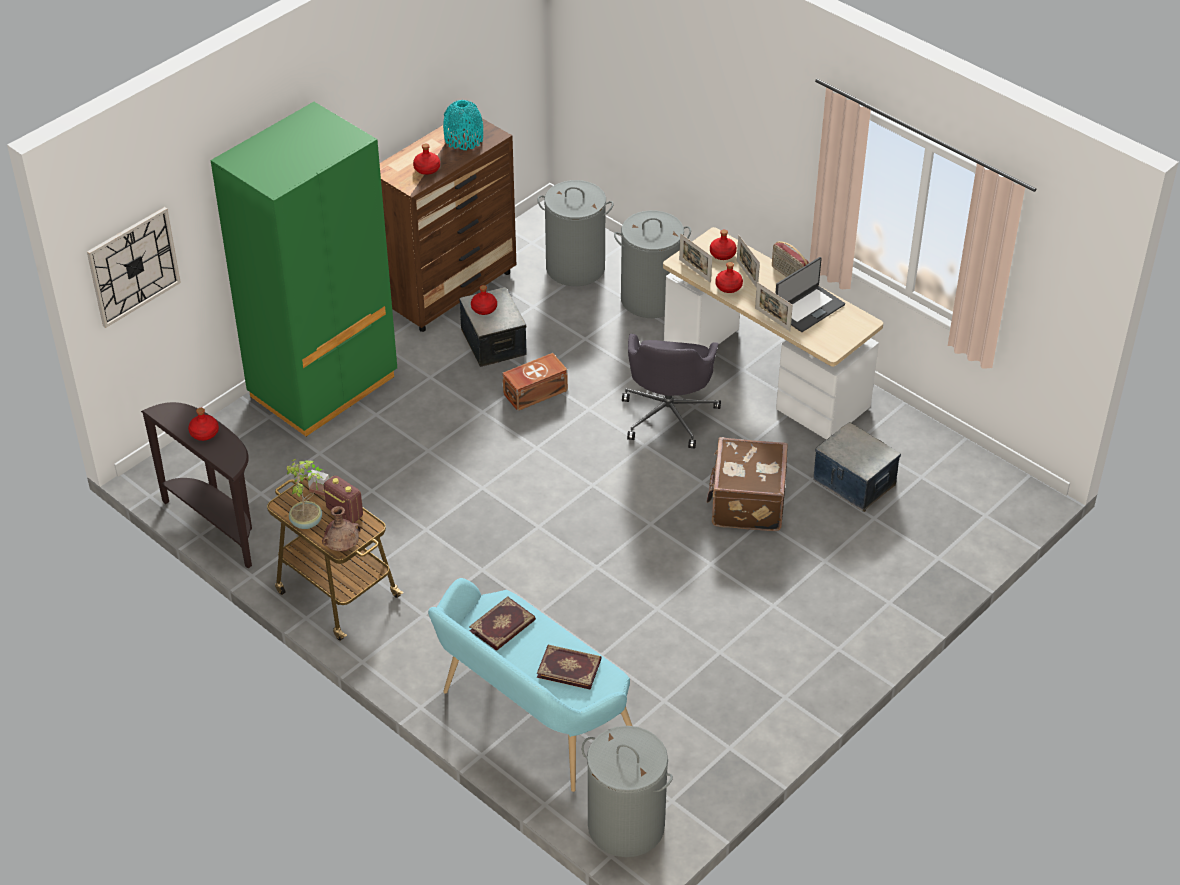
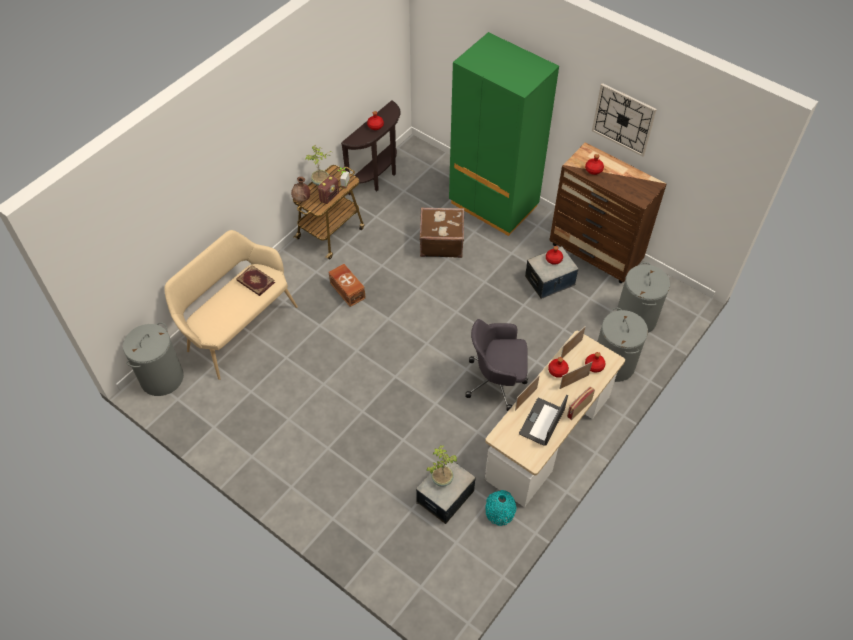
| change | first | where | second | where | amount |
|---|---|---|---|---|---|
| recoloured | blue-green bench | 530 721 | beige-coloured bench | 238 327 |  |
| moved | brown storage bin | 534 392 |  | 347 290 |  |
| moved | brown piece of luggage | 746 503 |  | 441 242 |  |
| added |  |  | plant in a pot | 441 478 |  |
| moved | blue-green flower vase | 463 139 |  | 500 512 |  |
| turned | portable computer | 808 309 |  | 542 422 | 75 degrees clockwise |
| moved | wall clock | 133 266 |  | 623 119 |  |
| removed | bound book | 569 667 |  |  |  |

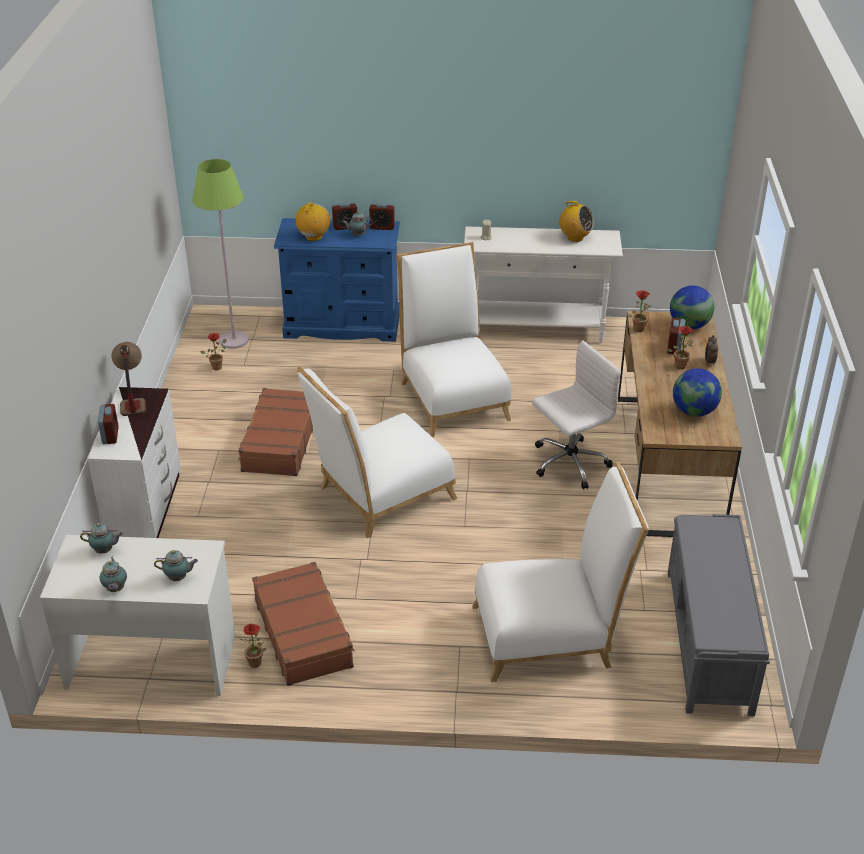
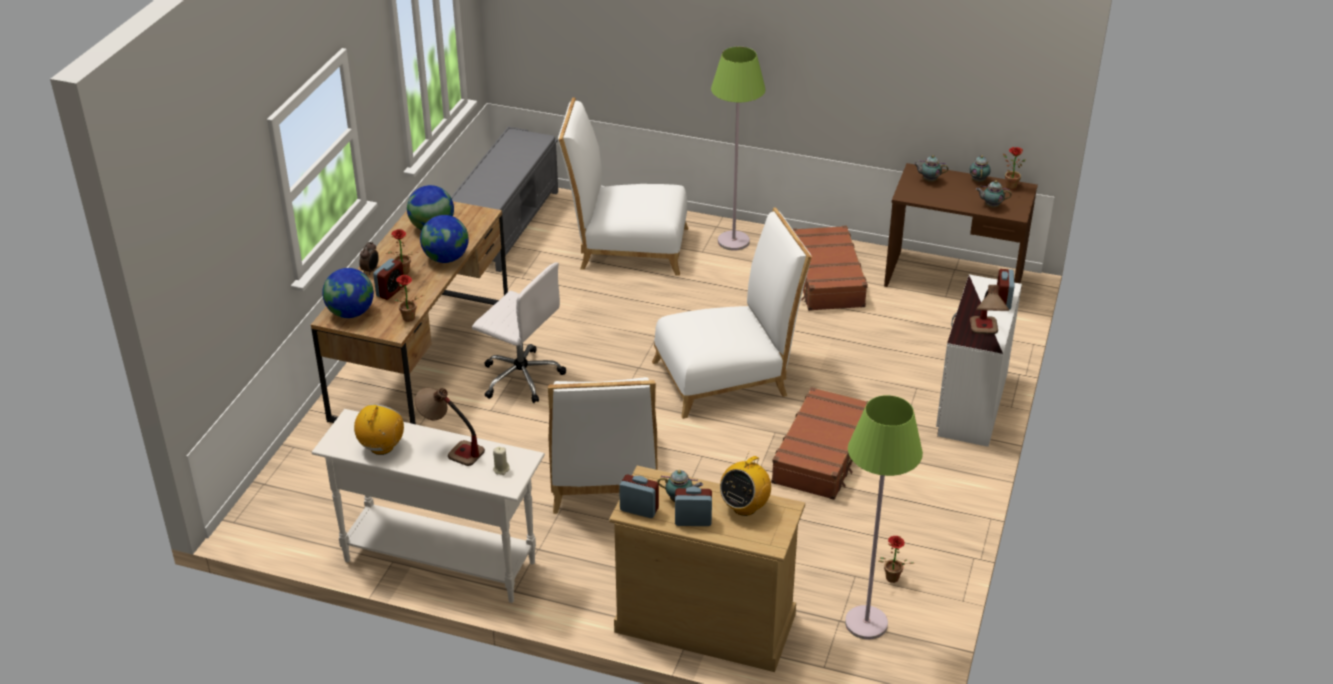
| change | first | where | second | where | amount |
|---|---|---|---|---|---|
| turned | radio | 575 237 |  | 381 447 | 60 degrees clockwise |
| added |  |  | table lamp | 451 449 |  |
| added |  |  | globe | 446 258 |  |
| turned | white-coloured office chair | 568 463 |  | 520 377 | 135 degrees counterclockwise |
| recoloured | blue-coloured drawer chest | 342 325 | beige-coloured drawer chest | 705 622 |  |
| added |  |  | greenish floor lamp | 733 241 |  |
| recoloured | white-coloured desk table | 152 660 | brown desk table | 953 280 |  |
| moved | plant in a pot | 257 664 |  | 1009 186 |  |

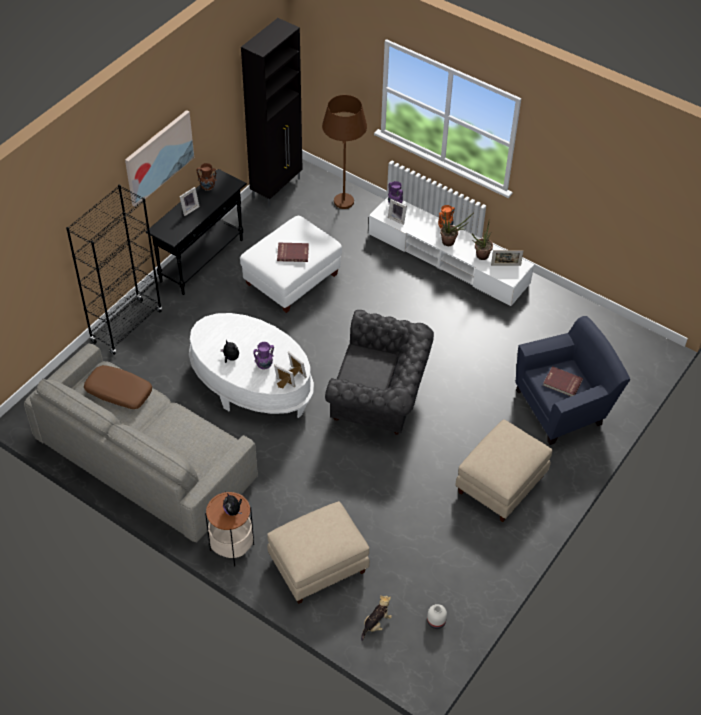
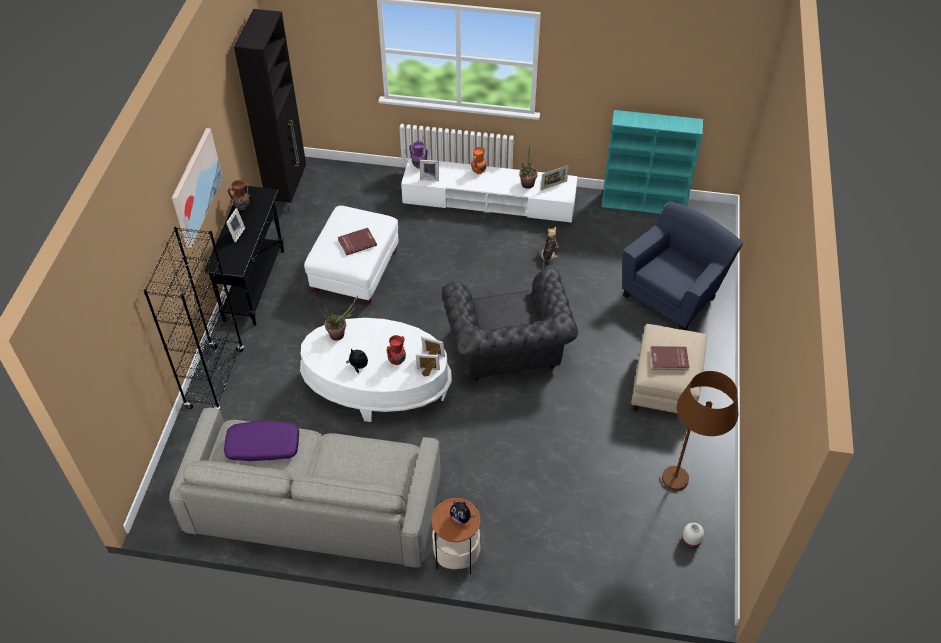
| change | first | where | second | where | amount |
|---|---|---|---|---|---|
| recoloured | brown pillow | 118 392 | purple pillow | 263 446 |  |
| moved | plant in a pot | 451 242 |  | 340 334 |  |
| recoloured | purple flower vase | 264 366 | reddish flower vase | 397 361 |  |
| turned | grey armchair | 379 398 |  | 507 351 | 90 degrees clockwise |
| moved | cuddly toy | 376 624 |  | 549 256 |  |
| added |  |  | blue-green bookcase | 644 204 |  |
| moved | reddish bound book | 562 383 |  | 669 359 |  |
| moved | brown floor lamp | 343 209 |  | 683 490 |  |
| removed | beige-coloured footrest | 318 566 |  |  |  |

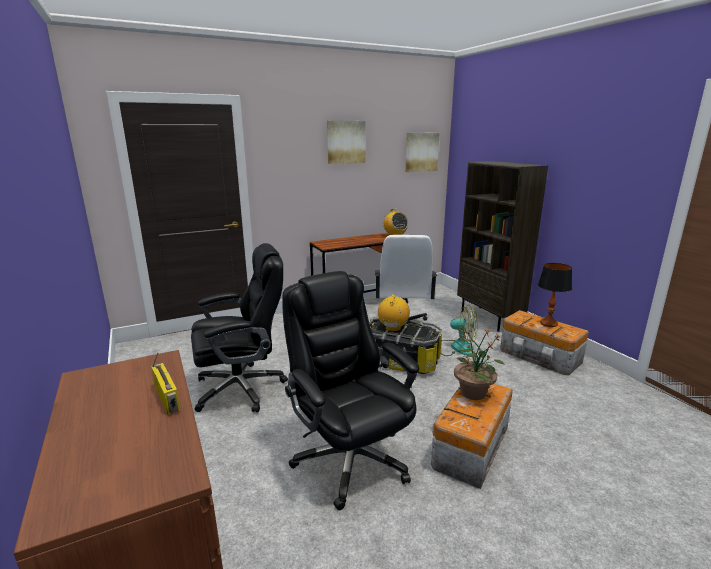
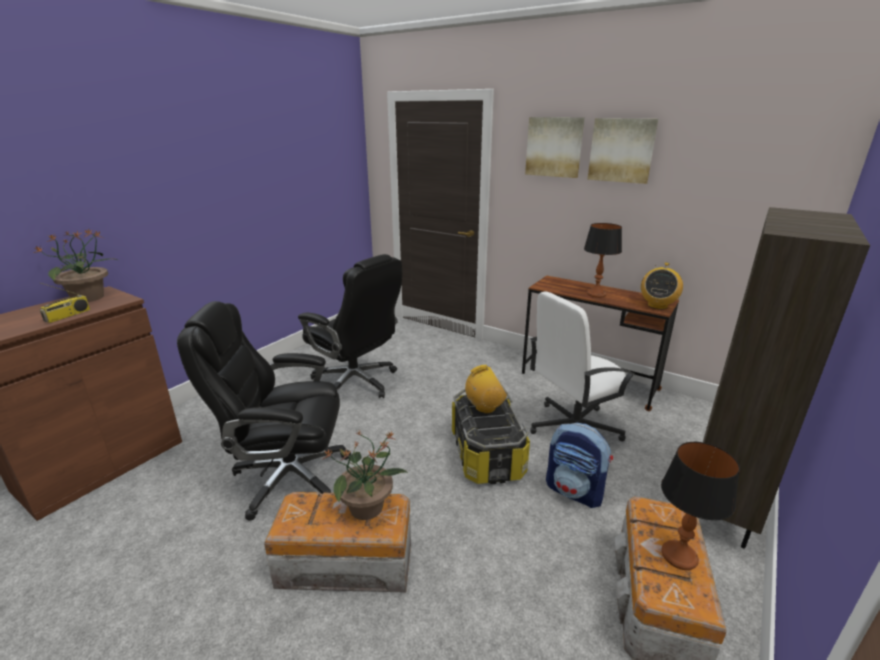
| change | first | where | second | where | amount |
|---|---|---|---|---|---|
| added |  |  | plant in a pot | 89 298 |  |
| turned | black-coloured office chair | 350 458 |  | 288 477 | 120 degrees counterclockwise |
| moved | picture | 421 152 |  | 554 147 |  |
| replaced | fan | 456 347 | backpack | 575 491 |  |
| added |  |  | table lamp | 596 294 |  |

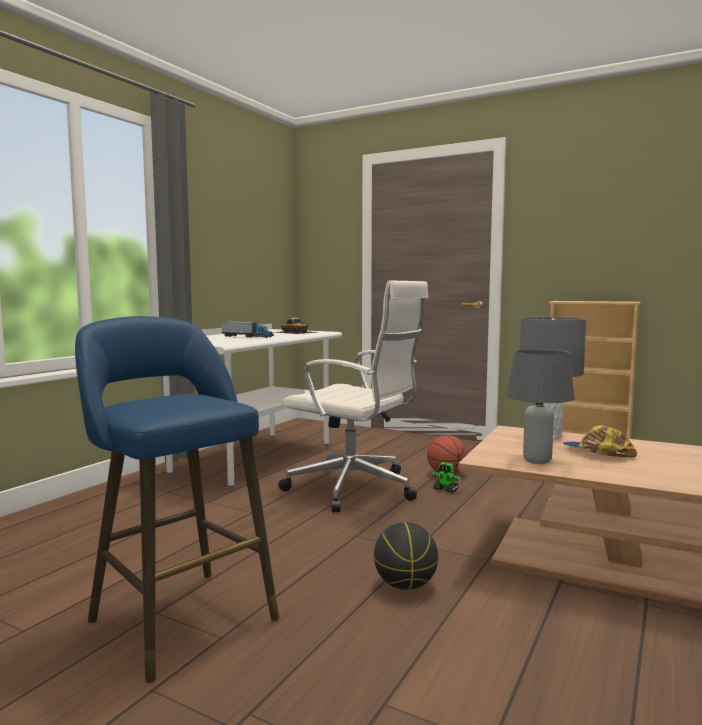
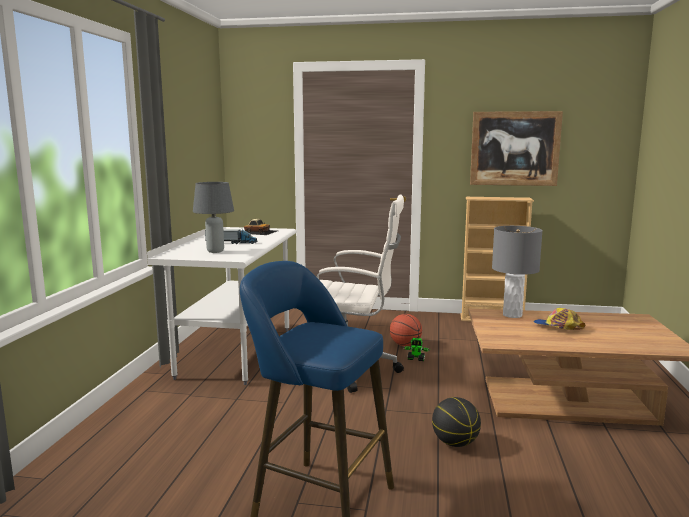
| change | first | where | second | where | amount |
|---|---|---|---|---|---|
| moved | grey table lamp | 537 461 |  | 215 251 |  |
| added |  |  | picture | 514 148 |  |

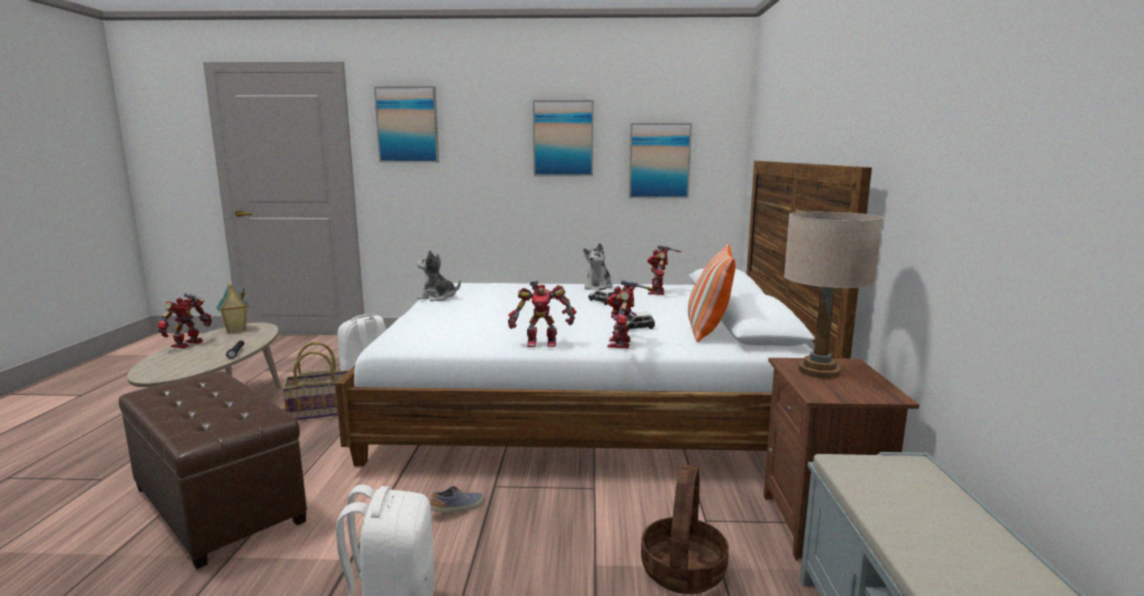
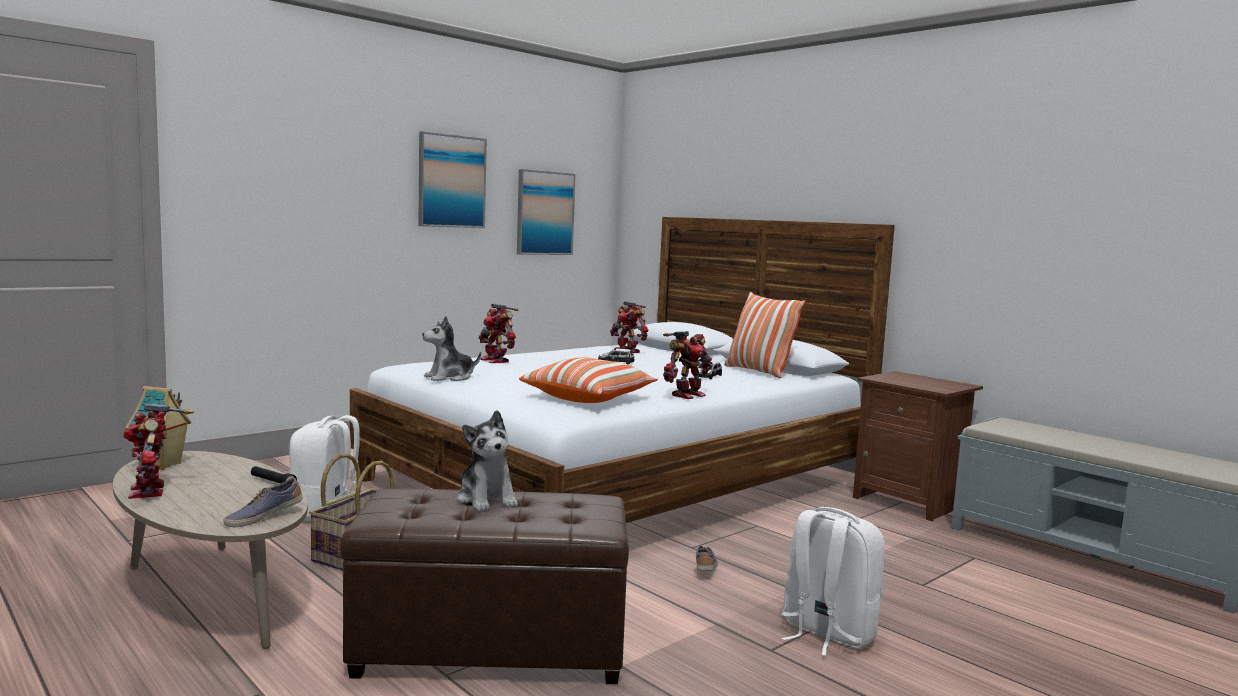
| change | first | where | second | where | amount |
|---|---|---|---|---|---|
| added |  |  | item of footwear | 263 517 |  |
| moved | cuddly toy | 598 287 |  | 487 499 |  |
| moved | robot figure | 622 343 |  | 496 360 |  |
| added |  |  | pillow | 589 398 |  |
| removed | picture | 407 125 |  |  |  |
| removed | household basket | 683 571 |  |  |  |
| removed | beige-coloured table lamp | 818 371 |  |  |  |

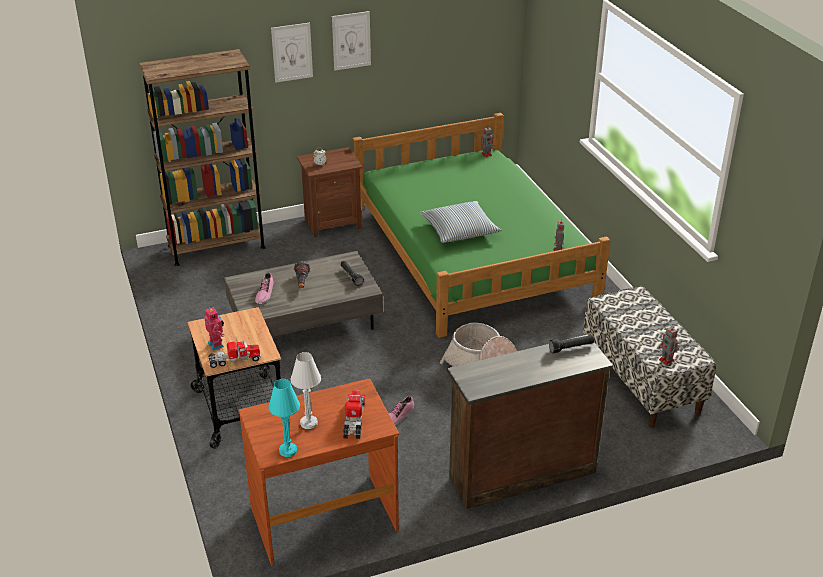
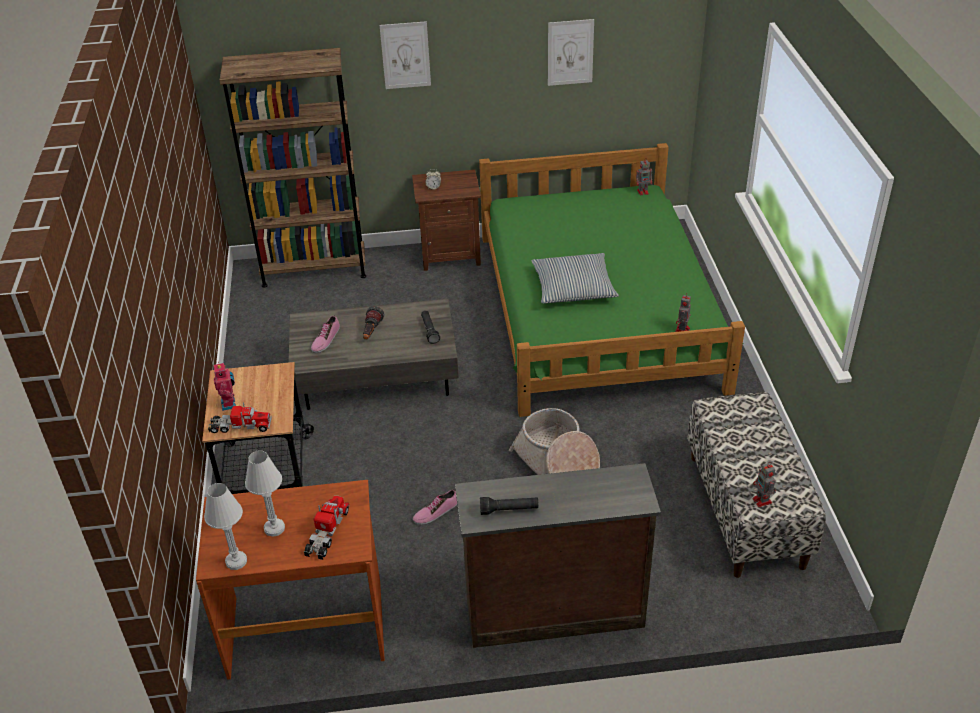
| change | first | where | second | where | amount |
|---|---|---|---|---|---|
| recoloured | blue-green table lamp | 288 450 | white-coloured table lamp | 236 561 |  |
| moved | black-coloured hand torch | 571 348 |  | 509 510 |  |
| moved | picture | 351 40 |  | 570 52 |  |

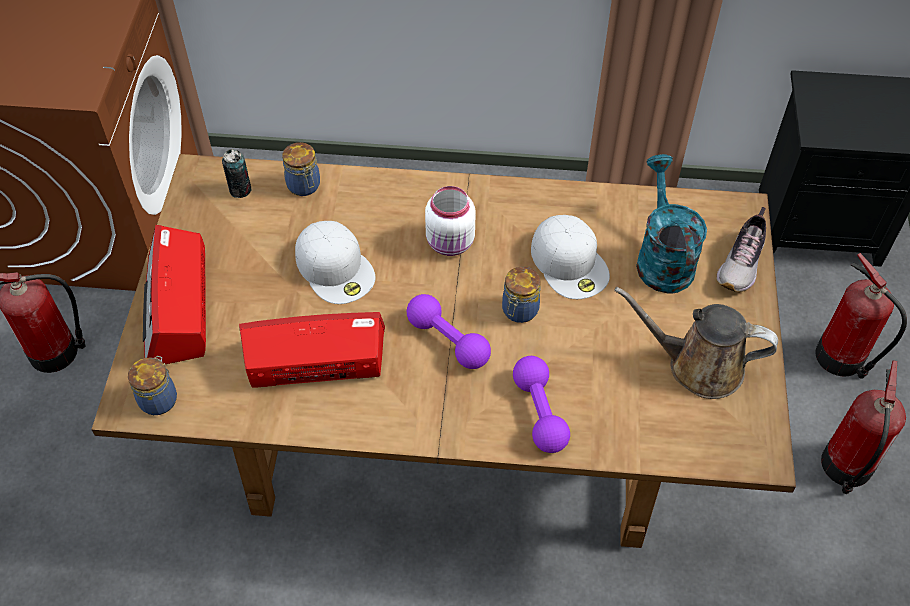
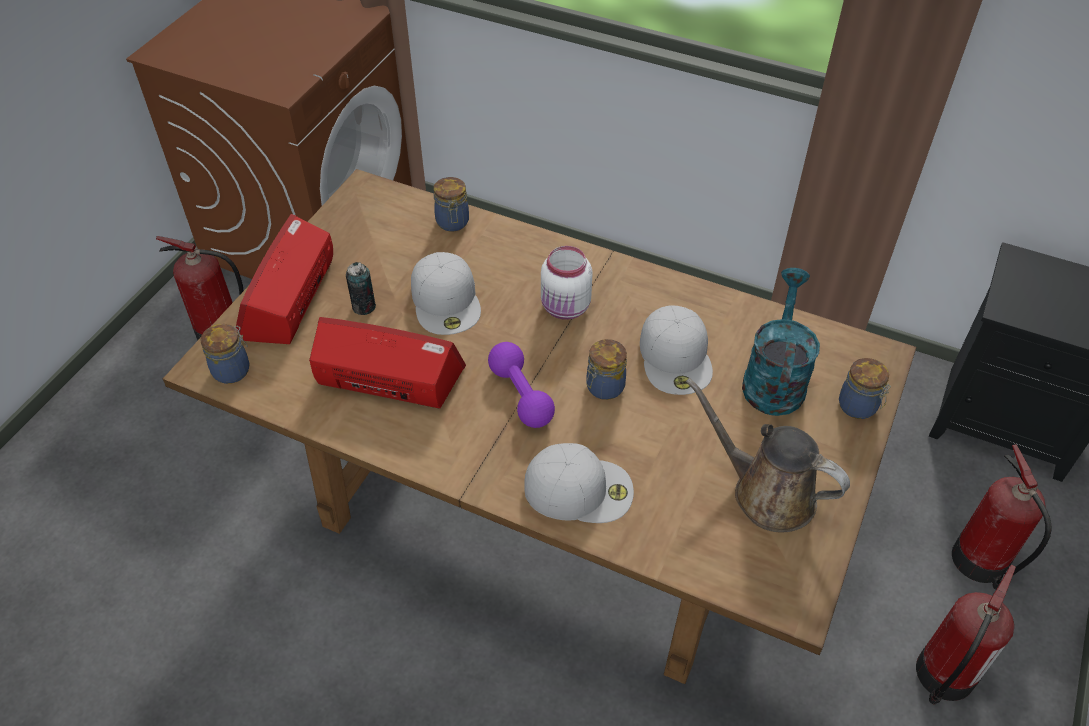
| change | first | where | second | where | amount |
|---|---|---|---|---|---|
| moved | sealed can | 240 190 |  | 364 307 |  |
| replaced | purple free weight | 539 412 | white-coloured baseball cap | 579 488 |  |
| replaced | item of footwear | 742 263 | jar | 859 407 |  |

